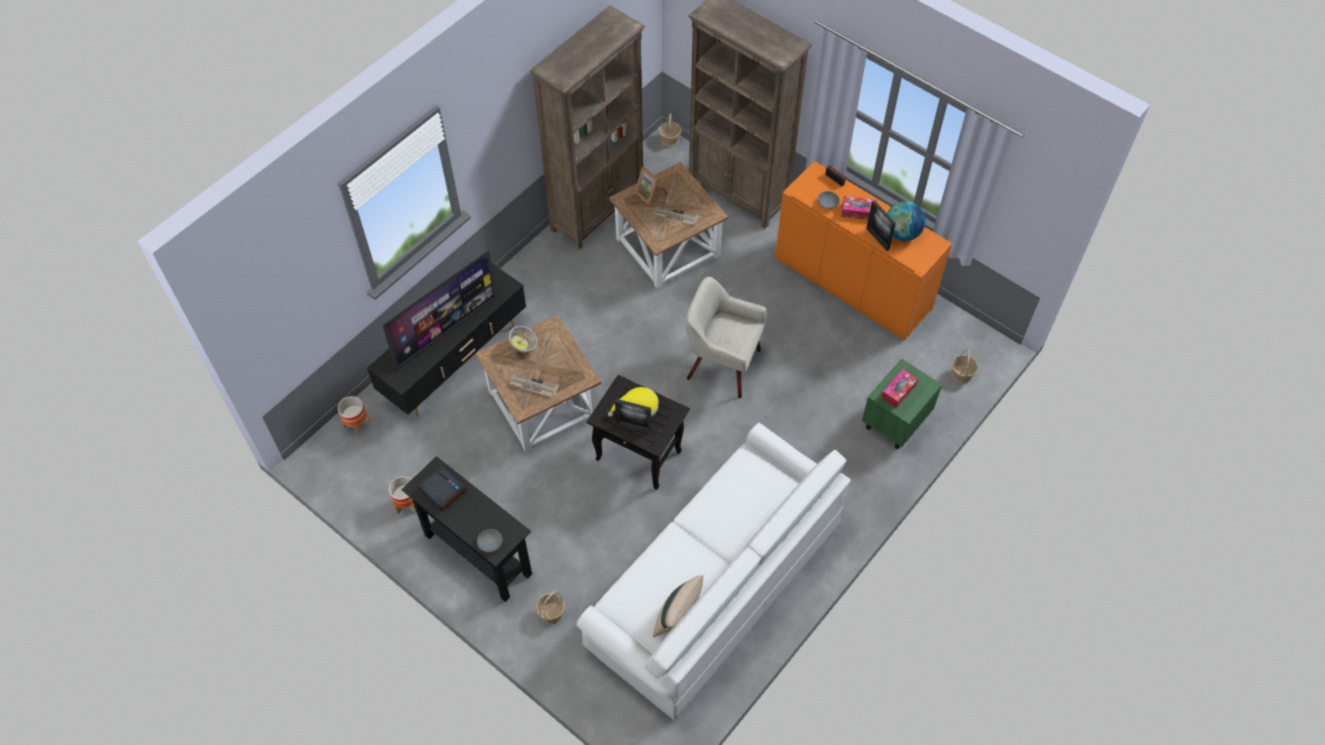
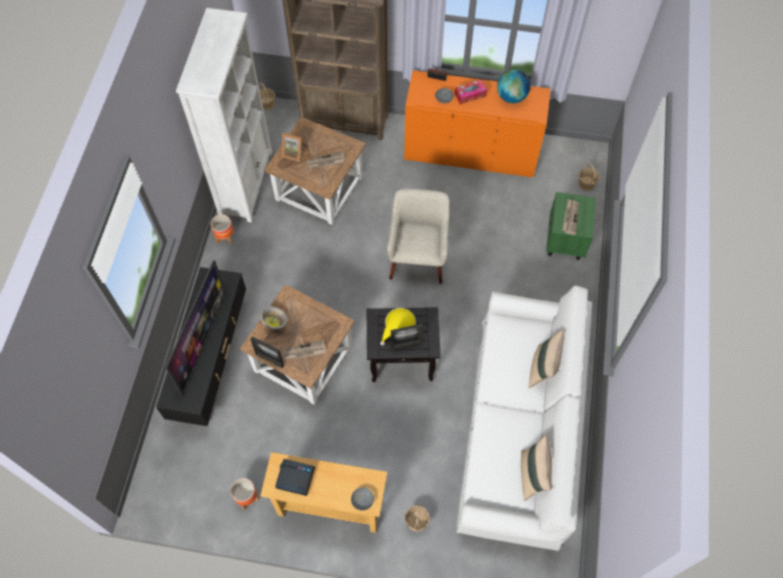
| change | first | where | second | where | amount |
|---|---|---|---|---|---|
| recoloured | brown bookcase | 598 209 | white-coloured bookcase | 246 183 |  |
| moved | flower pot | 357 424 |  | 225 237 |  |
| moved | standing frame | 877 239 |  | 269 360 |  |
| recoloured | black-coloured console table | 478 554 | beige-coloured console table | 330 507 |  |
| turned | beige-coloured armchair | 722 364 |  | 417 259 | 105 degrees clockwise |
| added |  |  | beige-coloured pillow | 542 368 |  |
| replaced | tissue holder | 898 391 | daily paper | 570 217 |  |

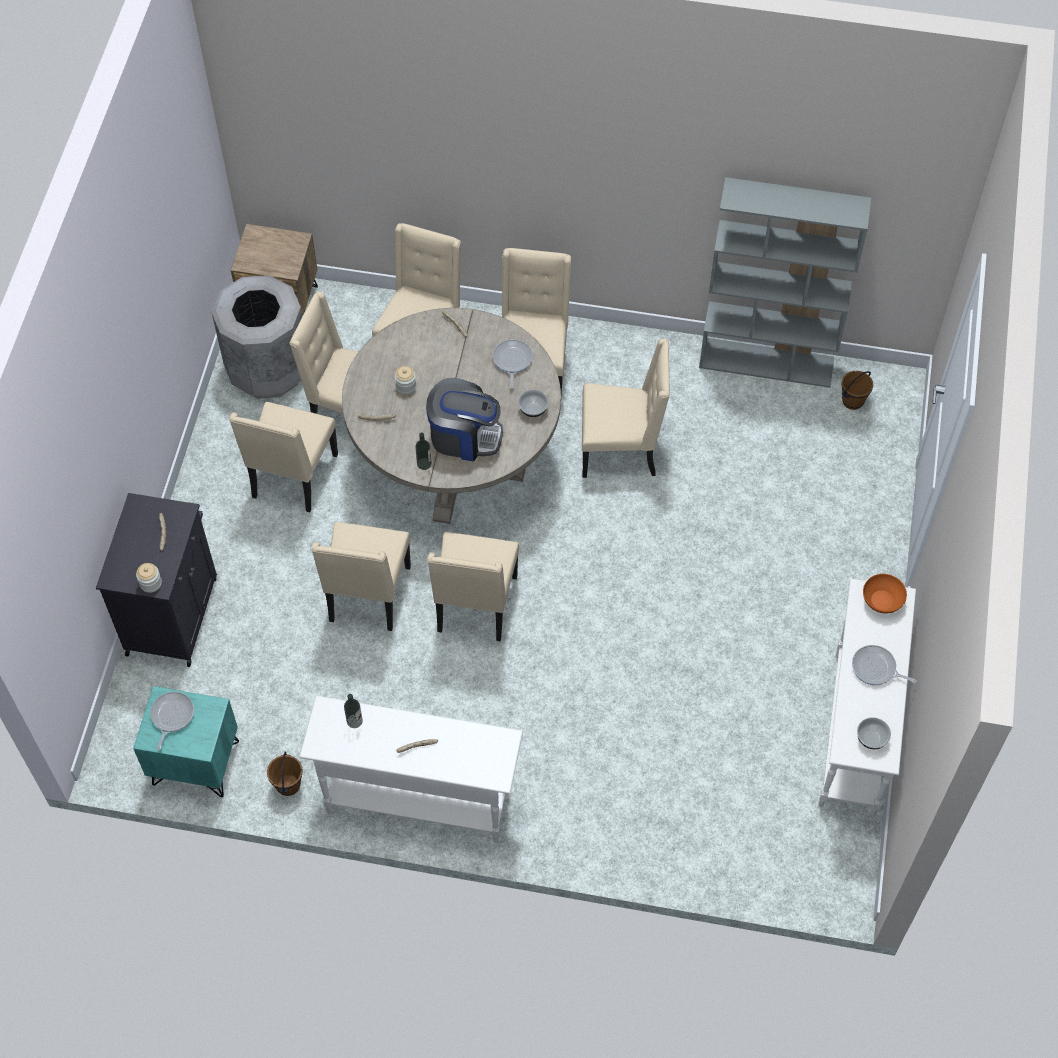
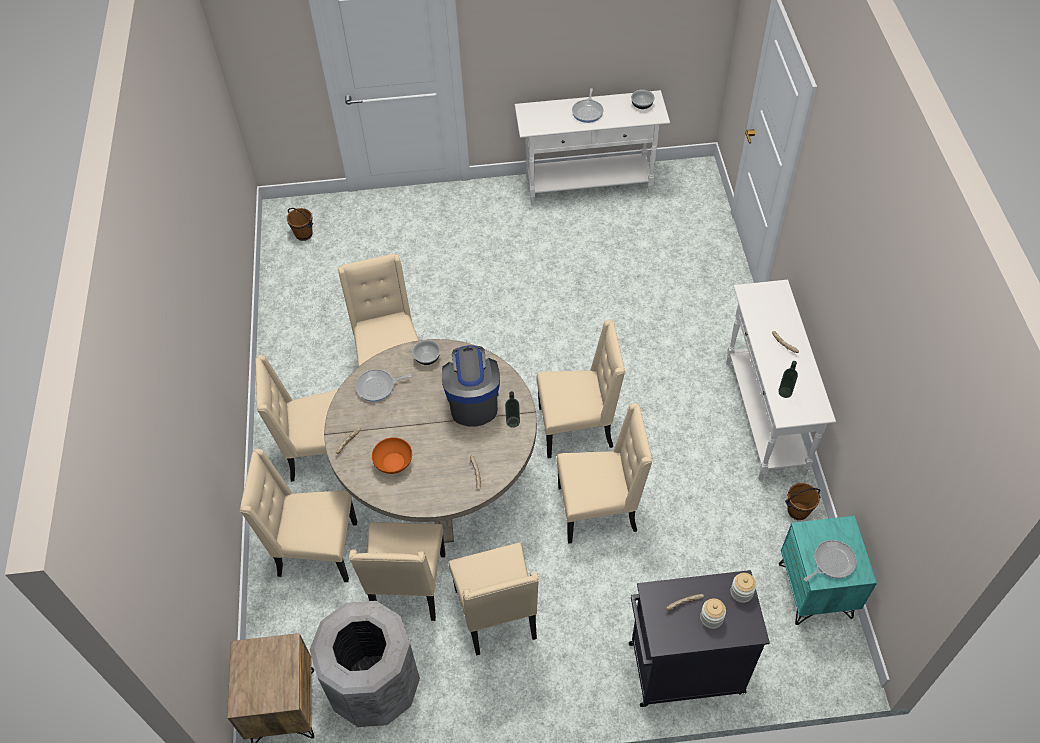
| change | first | where | second | where | amount |
|---|---|---|---|---|---|
| moved | orangey bowl | 882 600 |  | 393 462 |  |
| turned | beige-coloured plain chair | 293 477 |  | 498 615 | 75 degrees clockwise |
| moved | jar | 406 386 |  | 711 618 |  |
| turned | pan | 171 716 |  | 831 562 | 150 degrees clockwise |
| removed | grey bookcase | 767 362 |  |  |  |

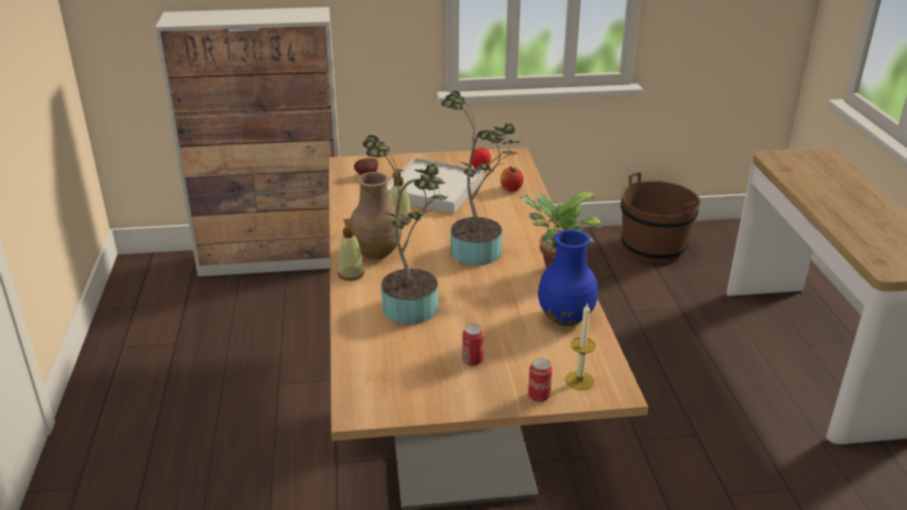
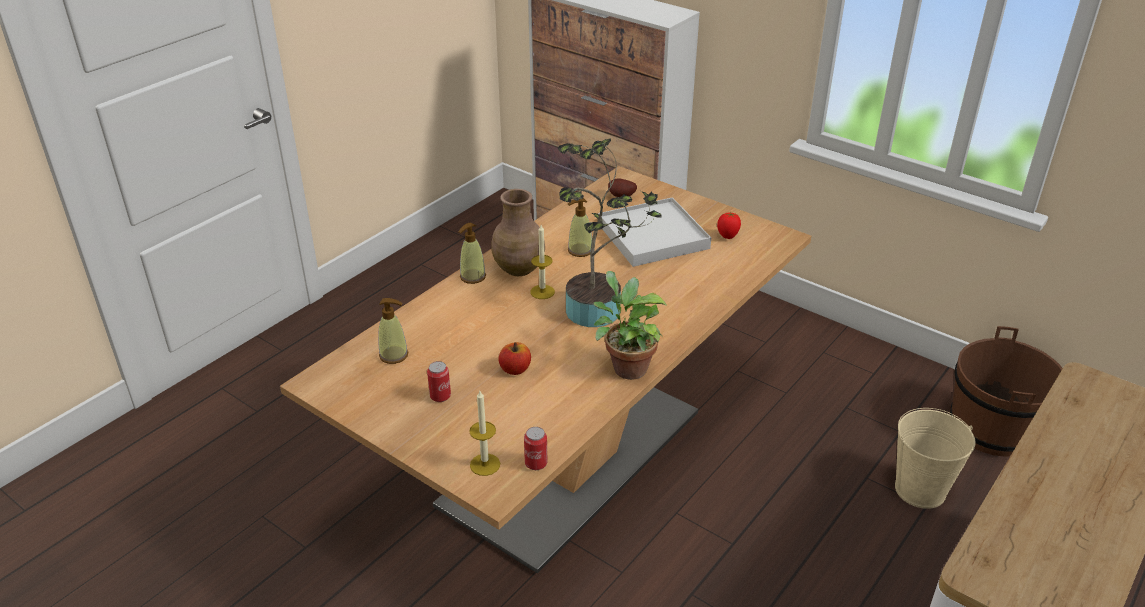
| change | first | where | second | where | amount |
|---|---|---|---|---|---|
| added |  |  | soap bottle | 394 355 |  |
| moved | whole apple | 511 188 |  | 515 369 |  |
| moved | sealed can | 539 396 |  | 536 463 |  |
| added |  |  | candle | 542 292 |  |
| added |  |  | beige-coloured bucket | 920 490 |  |
| removed | plant in a pot | 413 303 |  |  |  |
| removed | blue-coloured flower vase | 564 317 |  |  |  |

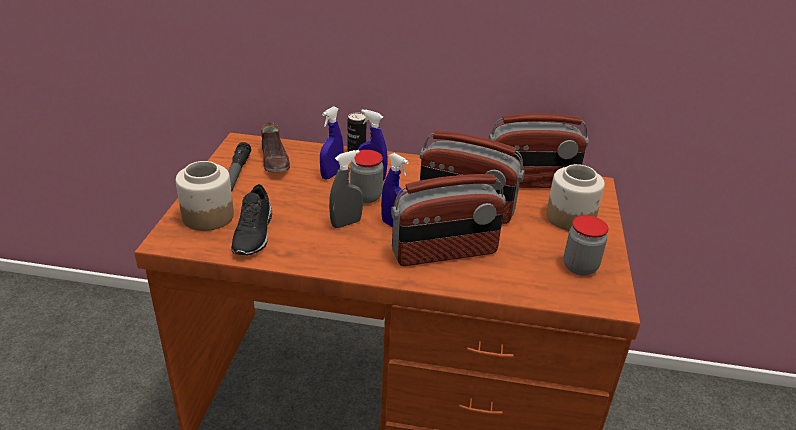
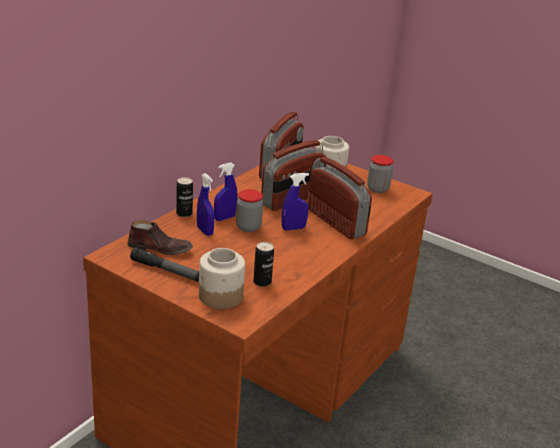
| change | first | where | second | where | amount |
|---|---|---|---|---|---|
| replaced | black-coloured item of footwear | 254 234 | sealed can | 262 282 |  |
| turned | radio | 444 253 |  | 336 222 | 45 degrees counterclockwise |
| removed | grey spray bottle | 346 223 |  |  |  |

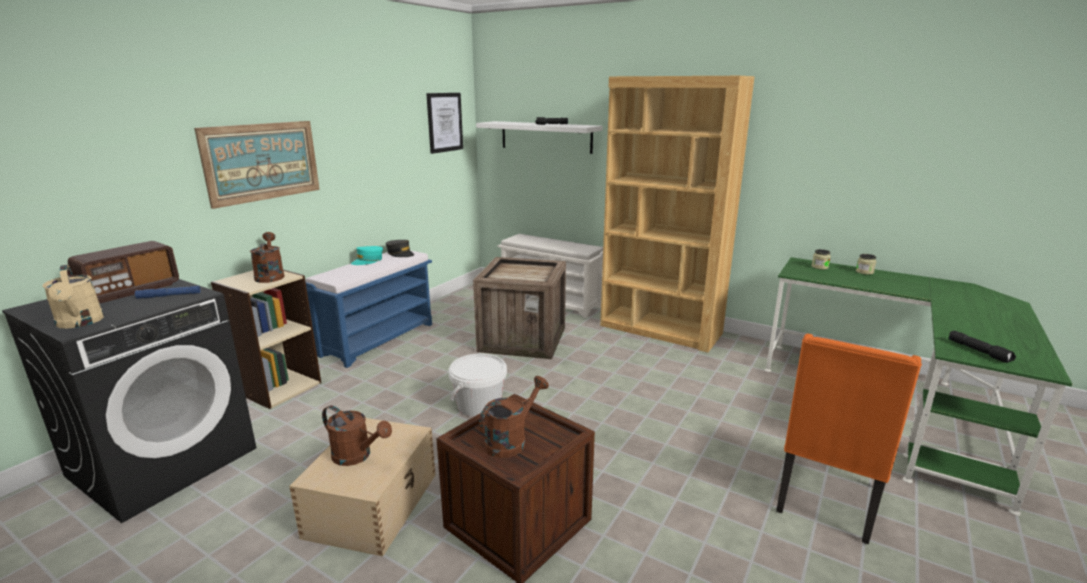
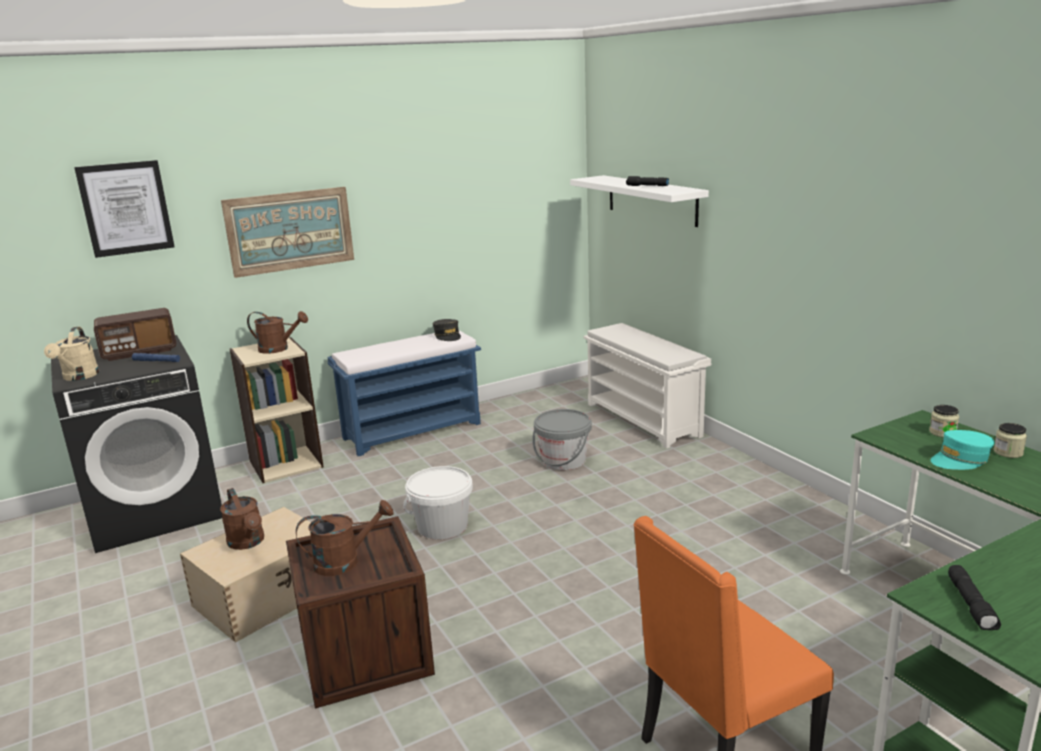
| change | first | where | second | where | amount |
|---|---|---|---|---|---|
| moved | picture | 444 122 |  | 126 208 |  |
| turned | brown sprinkling can | 270 276 |  | 279 349 | 90 degrees clockwise |
| replaced | crate | 524 339 | grey bucket | 563 460 |  |
| moved | blue-green baseball cap | 368 261 |  | 960 459 |  |
| removed | brown bookcase | 660 330 |  |  |  |

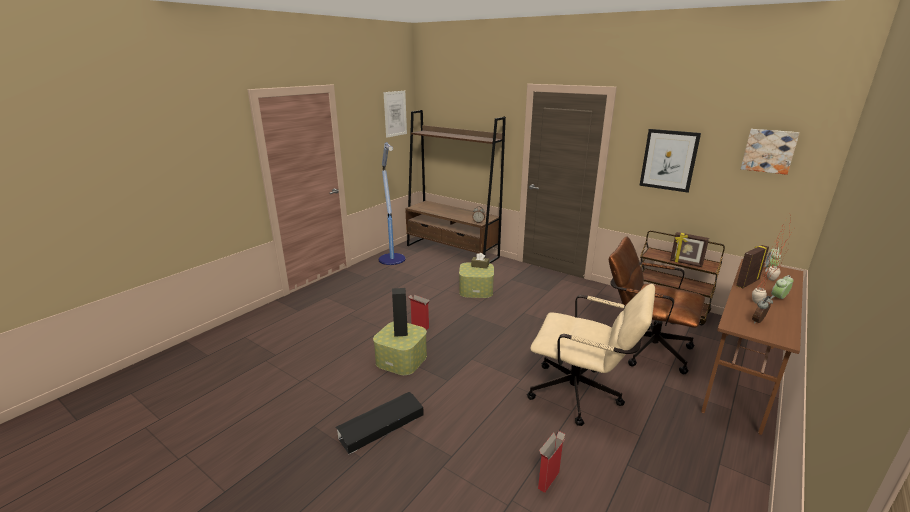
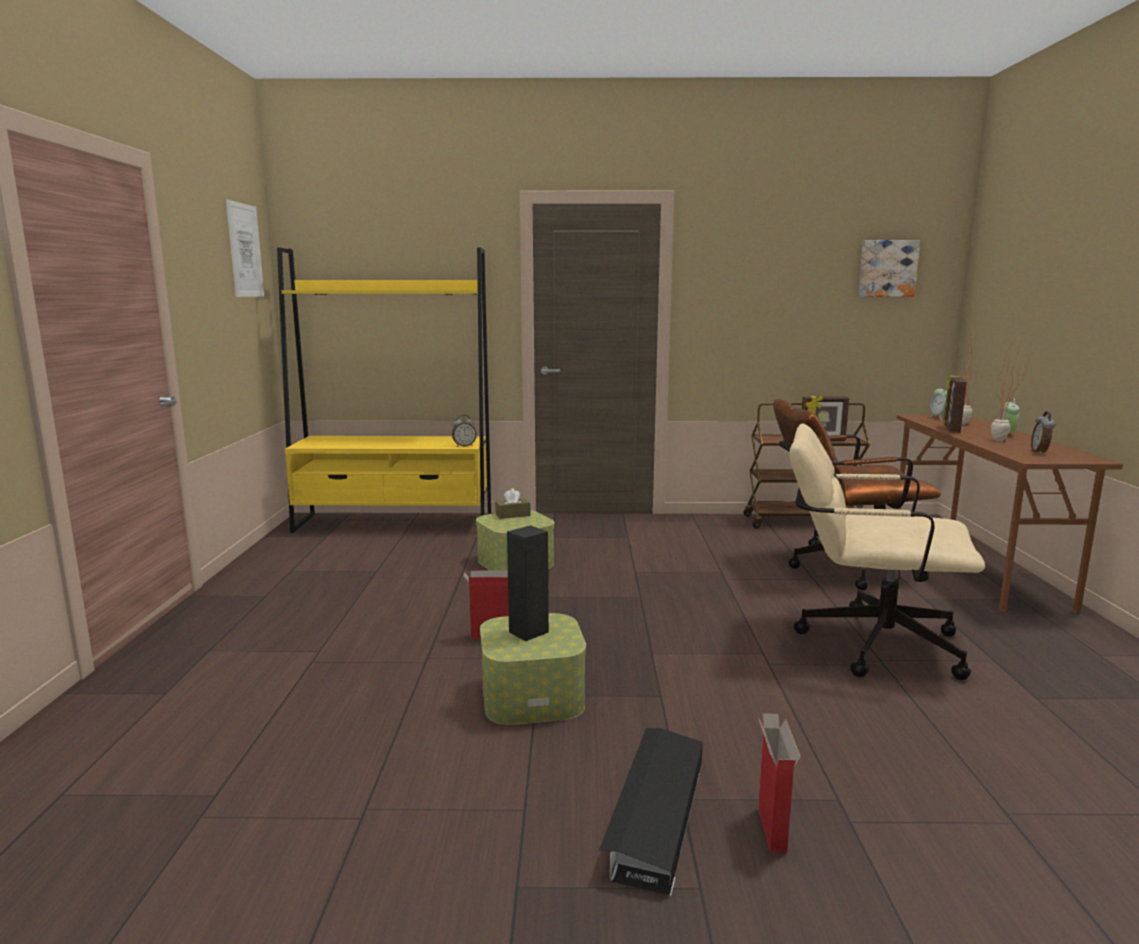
| change | first | where | second | where | amount |
|---|---|---|---|---|---|
| recoloured | brown bookcase | 452 251 | yellowish bookcase | 395 523 |  |
| moved | carton | 549 480 |  | 771 828 |  |
| turned | beige-coloured office chair | 582 395 |  | 865 642 | 150 degrees counterclockwise |
| removed | floor lamp | 392 259 |  |  |  |
| removed | picture | 669 160 |  |  |  |

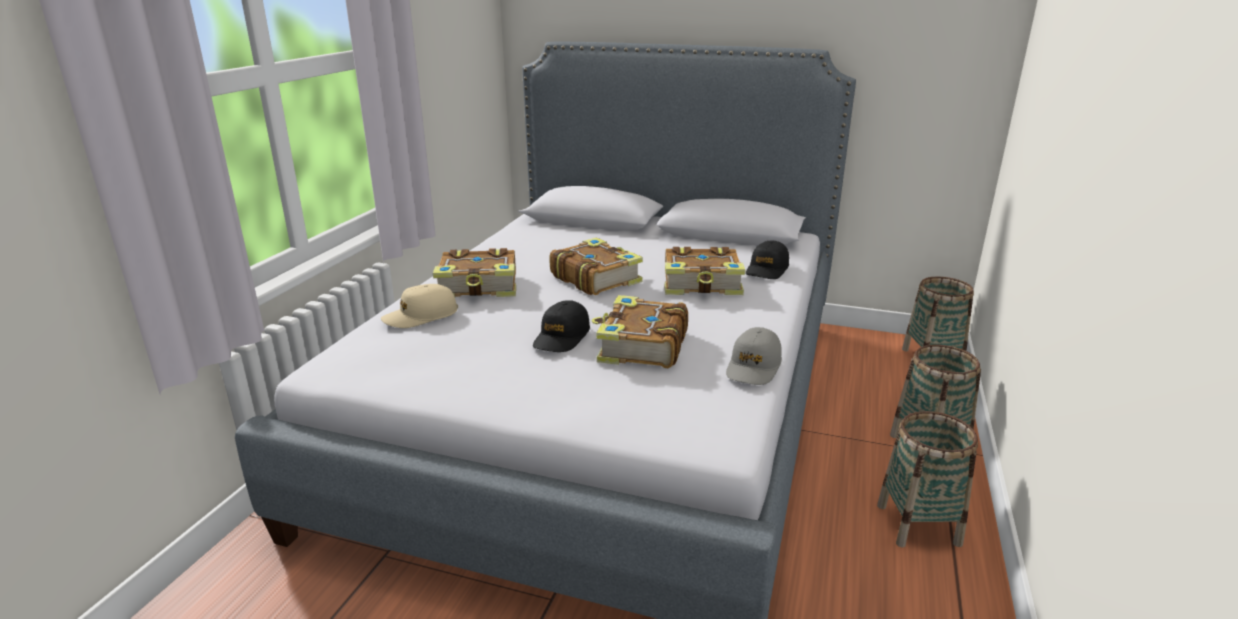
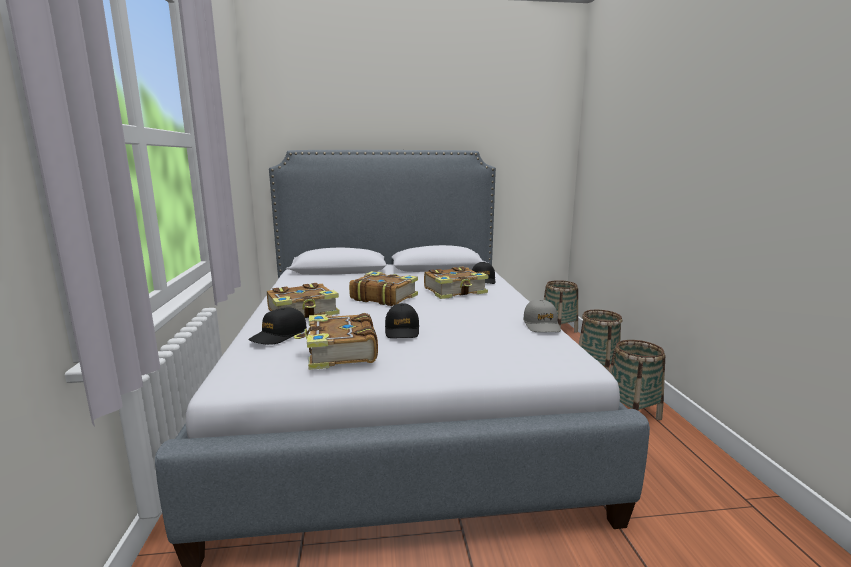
| change | first | where | second | where | amount |
|---|---|---|---|---|---|
| recoloured | beige-coloured baseball cap | 420 316 | black-coloured baseball cap | 279 335 |  |
| moved | bound book | 641 347 |  | 340 352 |  |

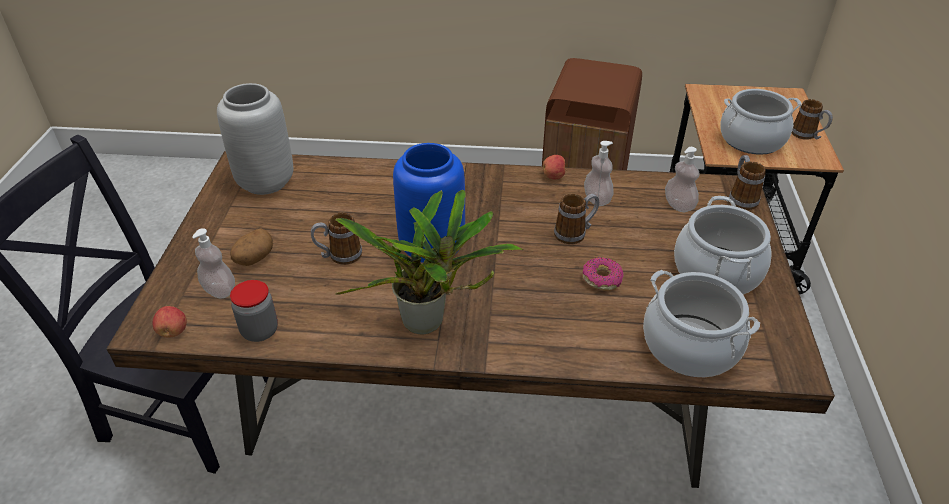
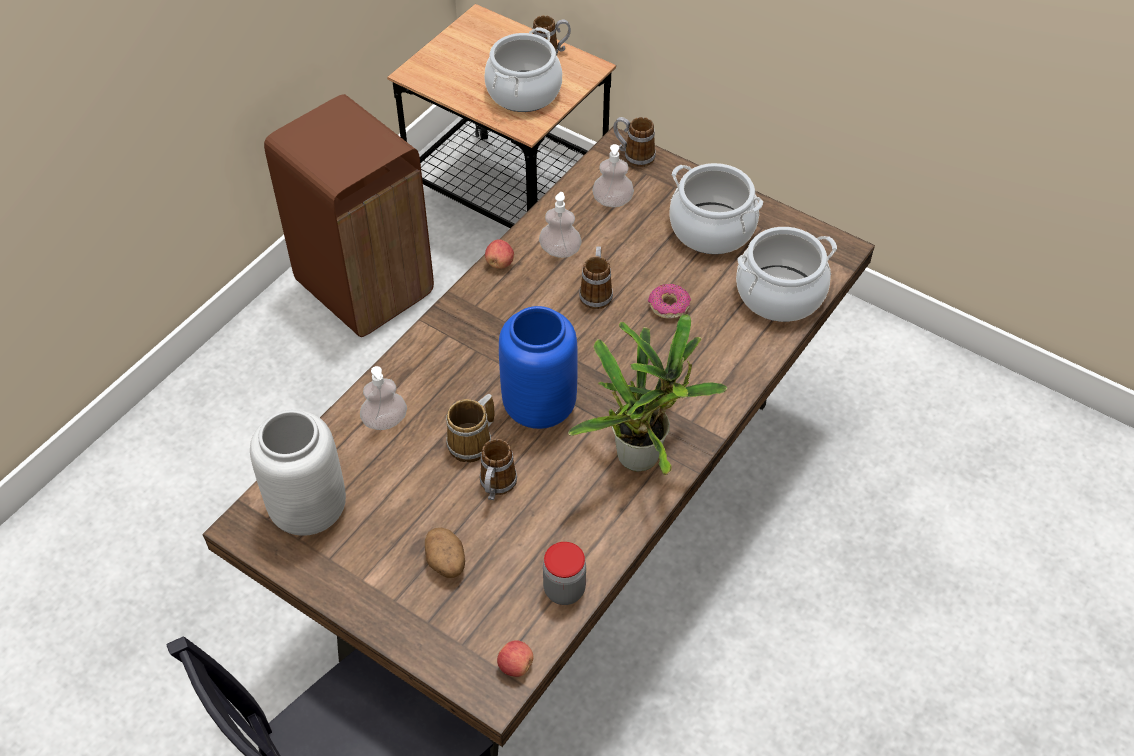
| change | first | where | second | where | amount |
|---|---|---|---|---|---|
| moved | soap bottle | 220 290 |  | 385 421 |  |
| added |  |  | tea mug | 473 443 |  |

